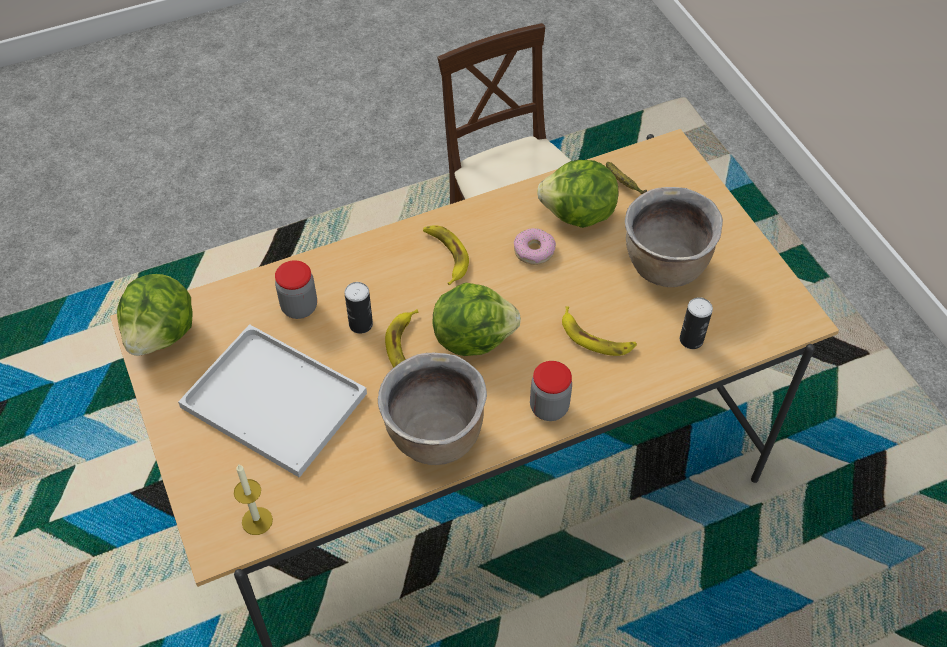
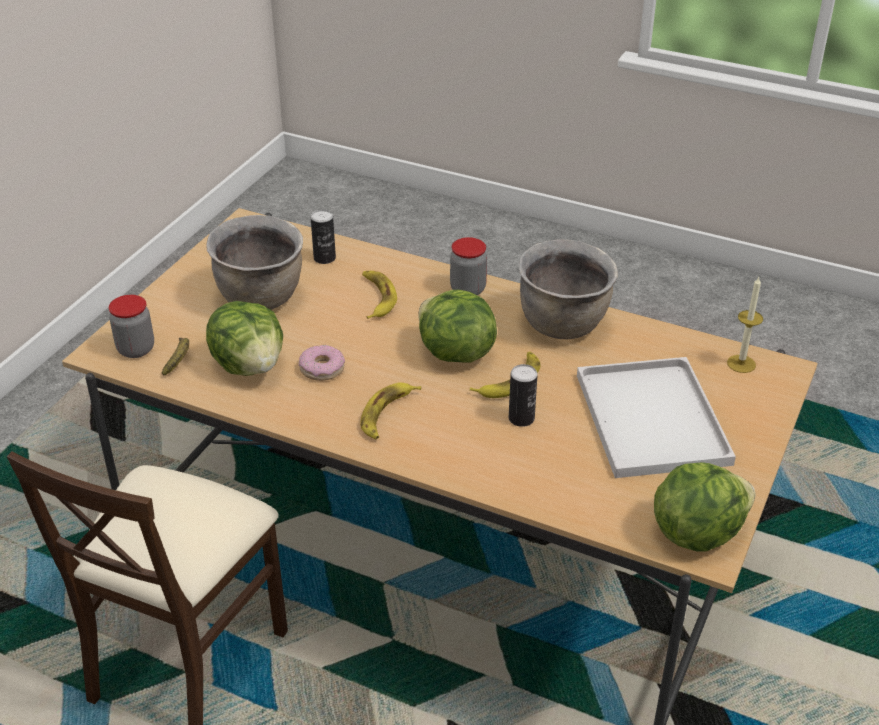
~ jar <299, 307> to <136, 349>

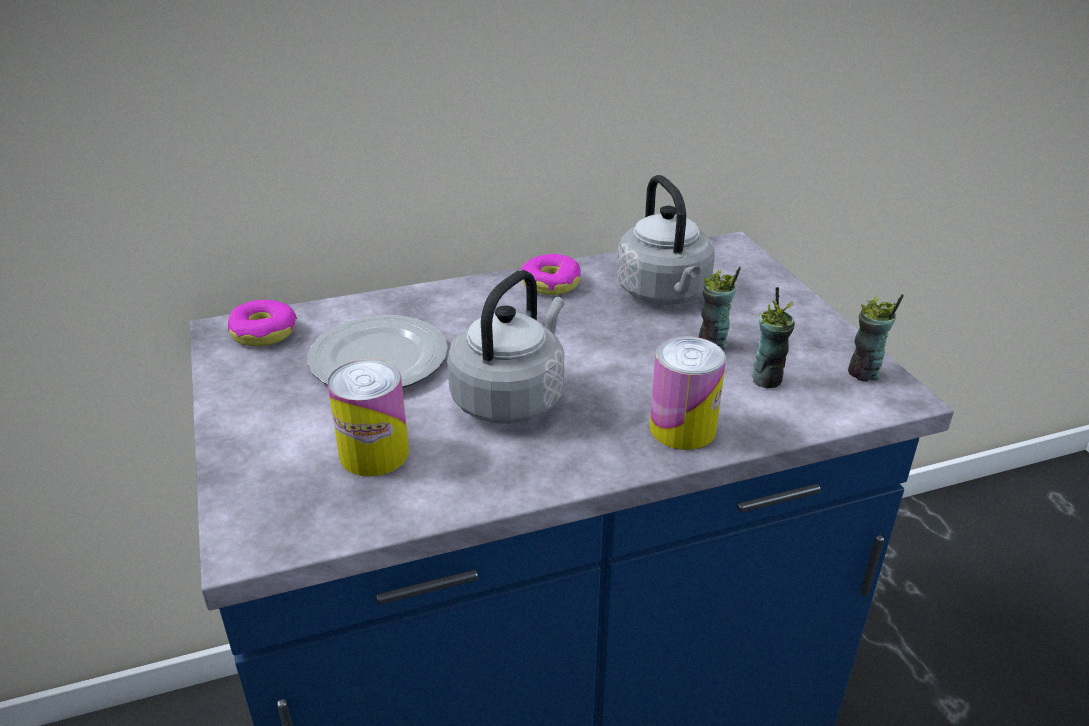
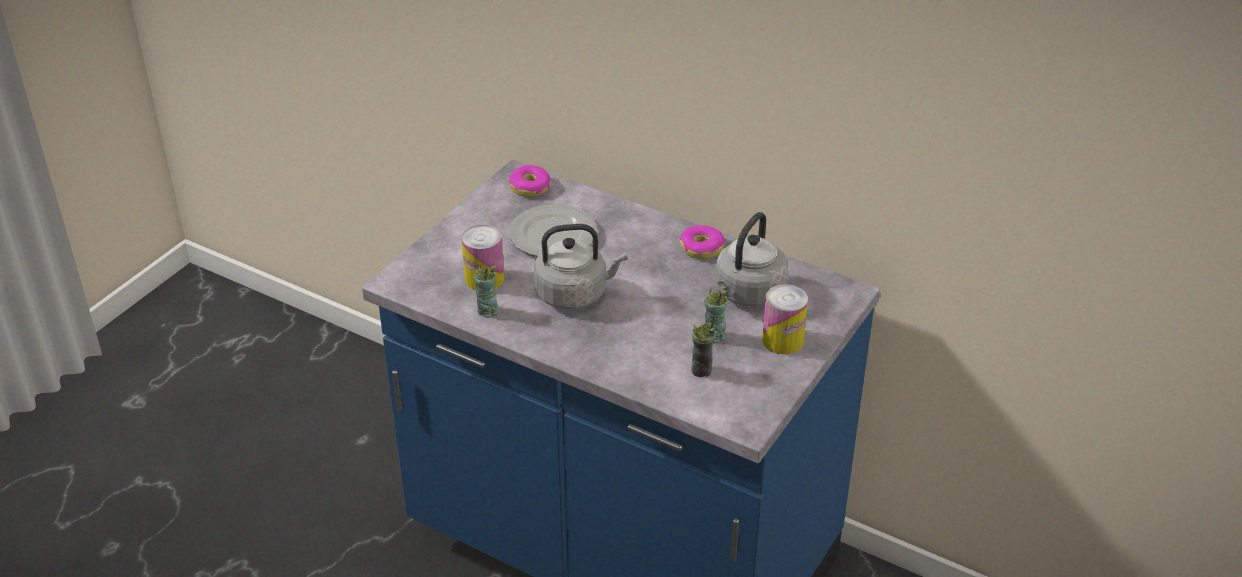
~ sealed can <682, 428> to <782, 340>
~ cup <863, 373> to <487, 311>

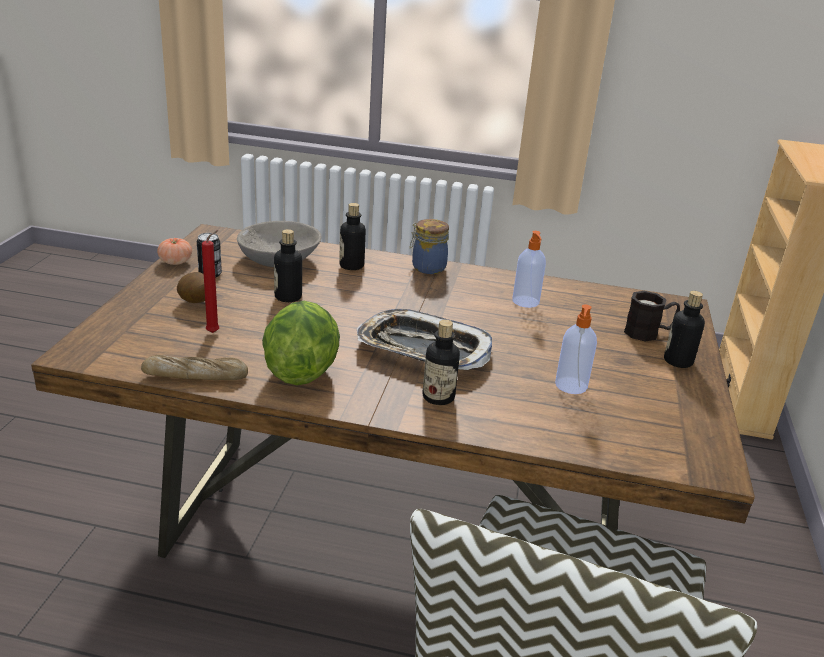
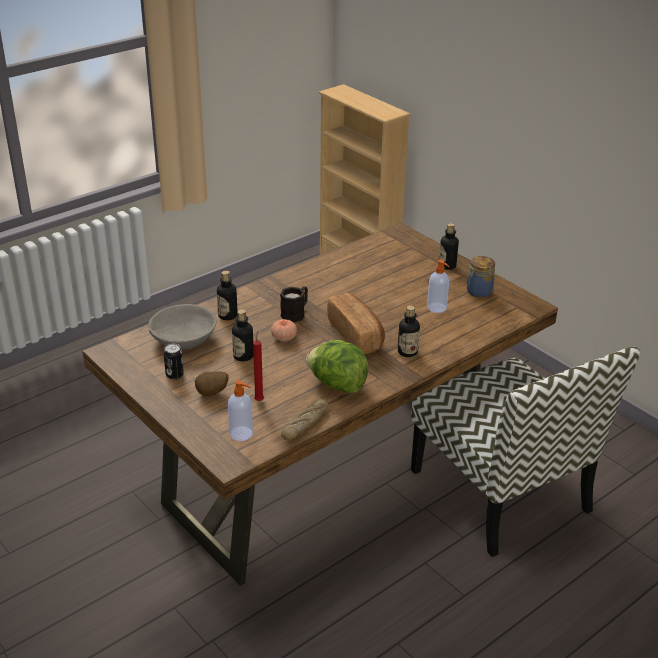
~ tomato <175, 262> to <284, 338>
~ serving tray <423, 349> to bread <356, 335>
~ jar <427, 267> to <478, 292>
~ liquid soap bottle <526, 302> to <242, 434>
~ mug in black <648, 333> to <295, 313>

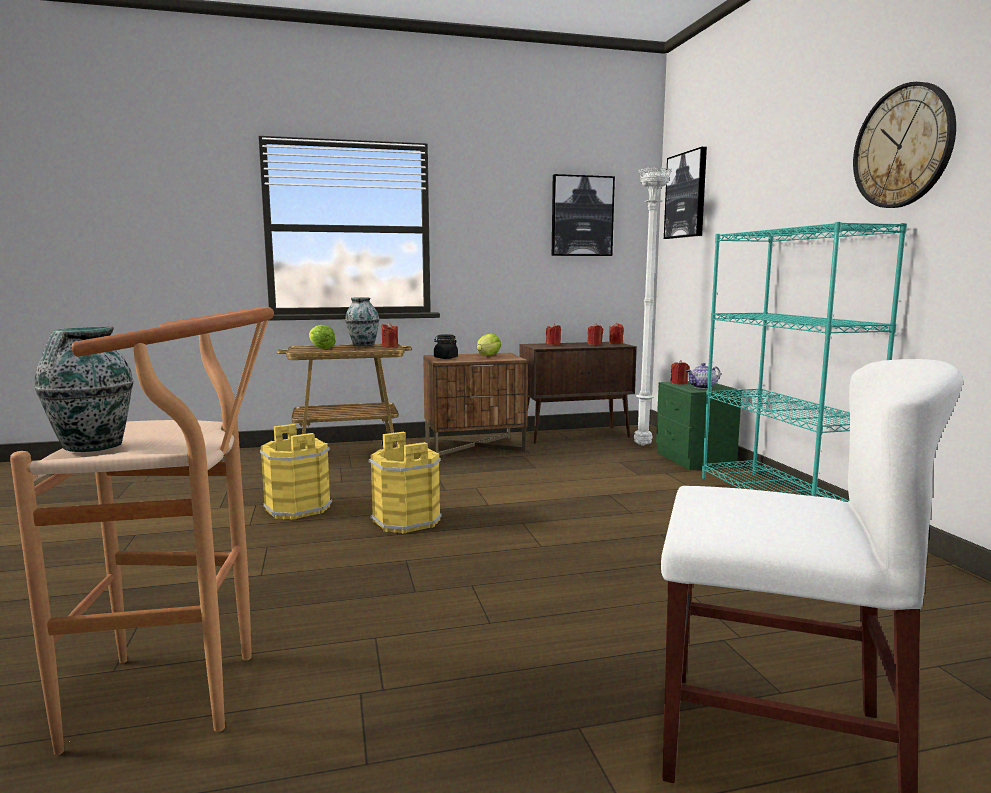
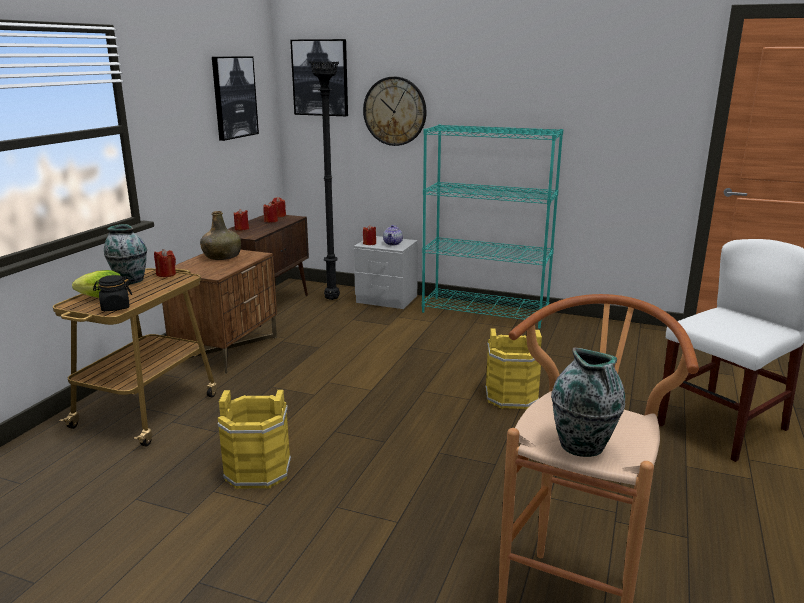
~ pail in yellow <406, 520> to <511, 397>
~ jar in black <445, 358> to <115, 307>
~ lettuce head <488, 356> to bottle in greenish <222, 257>
~ standing lamp in white <644, 445> to standing lamp in black <333, 299>
~ bedside table in greenish <695, 459> to bedside table in grey <386, 299>
~ hanging clock <903, 146> to <395, 111>

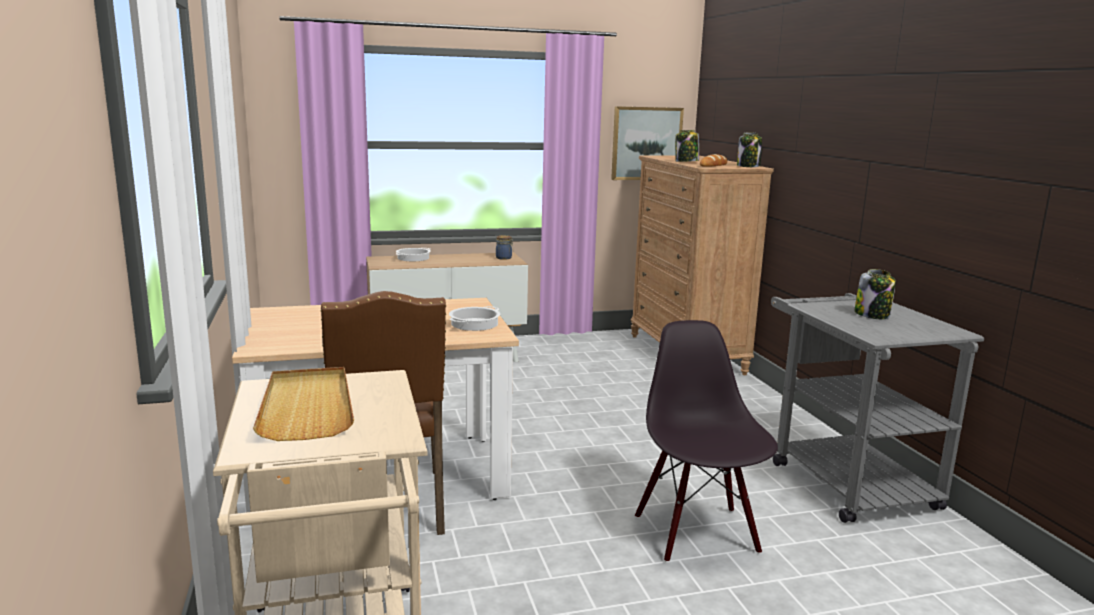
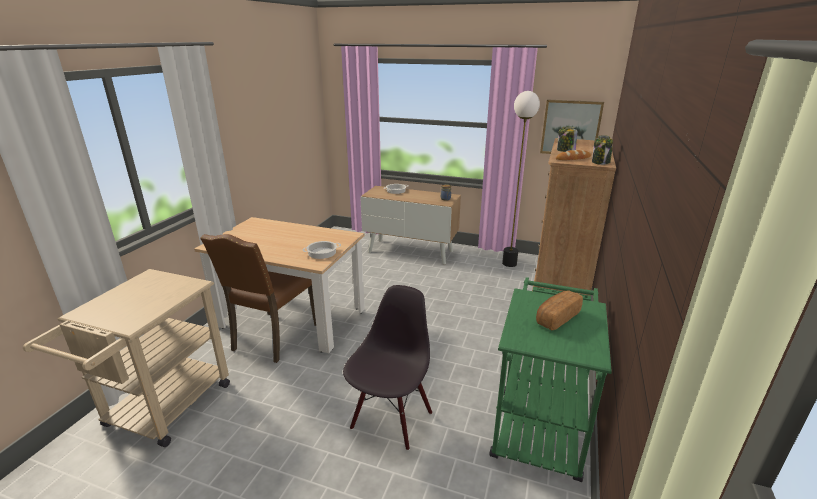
- serving tray in beige-coloured <307, 407>
~ wheeled cart in grey <844, 479> to wheeled cart in greenish <539, 423>
~ jar <872, 315> to bread <556, 318>
+ standing lamp <509, 263>

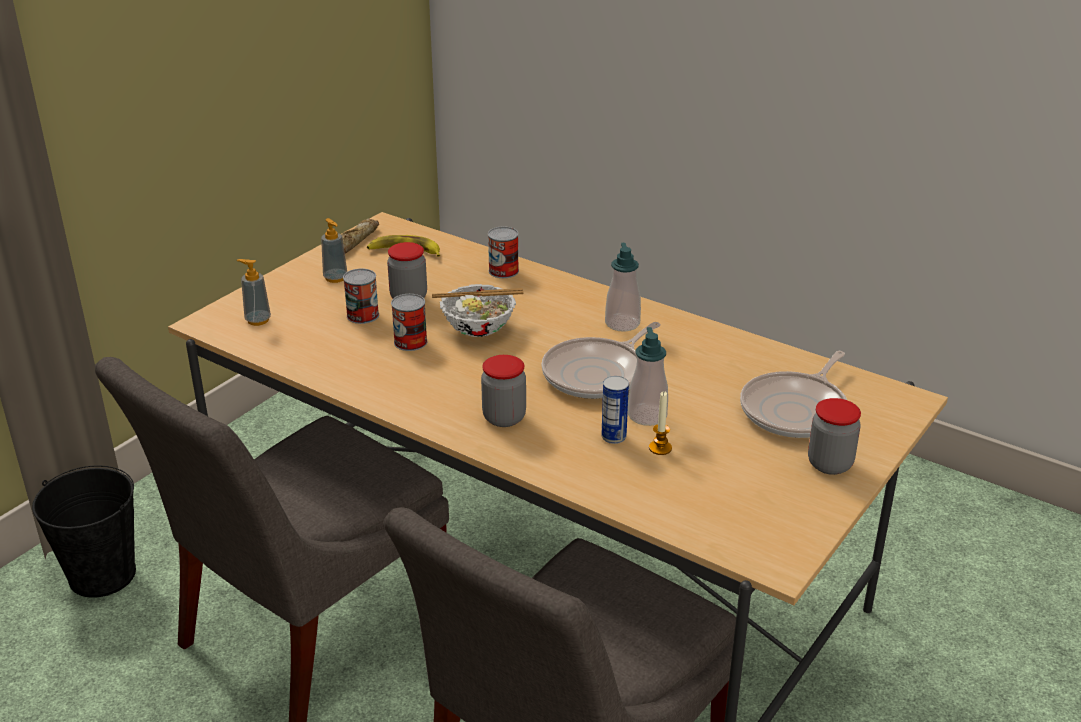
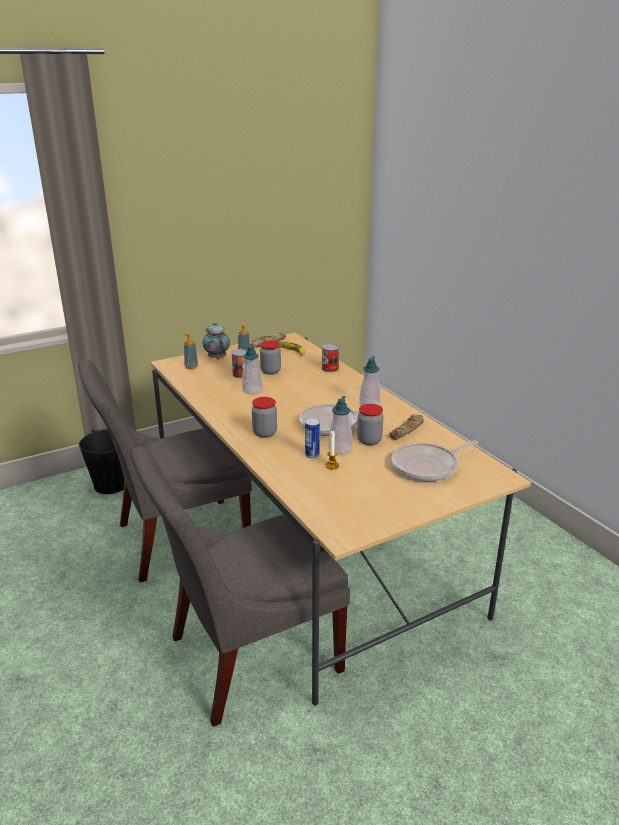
~ sealed can <410, 342> to liquid soap bottle <252, 390>
- deep dish <478, 328>
~ jar <830, 464> to <369, 440>
+ pot for tea <216, 357>
+ bread <407, 430>

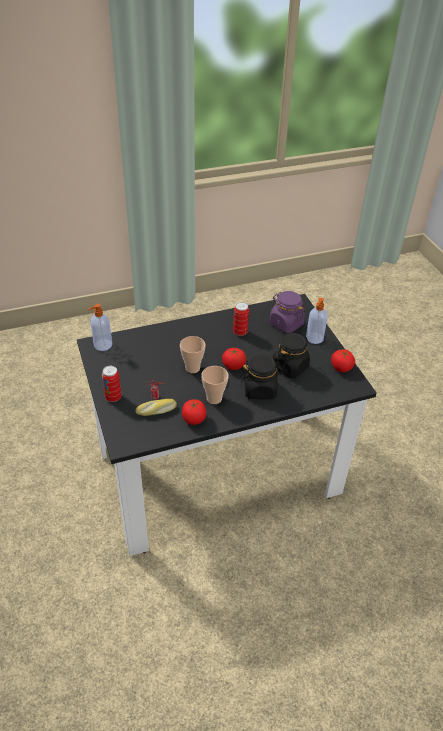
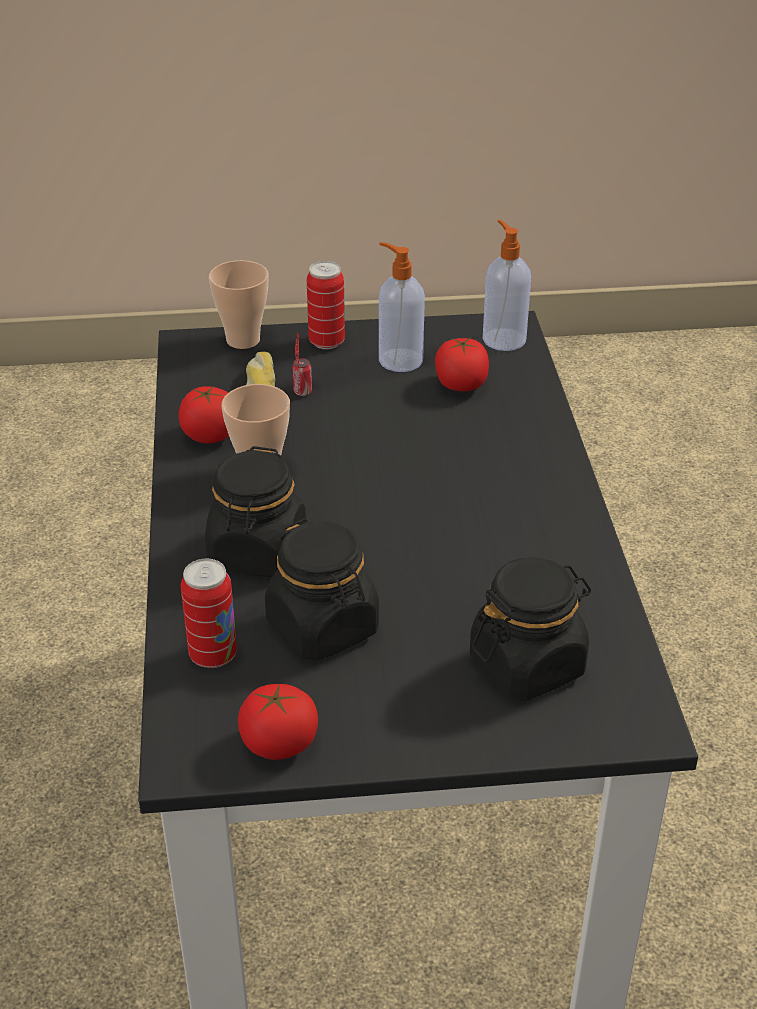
~ cup <192, 368> to <243, 340>
~ tomato <233, 366> to <461, 385>
~ sealed can <240, 332> to <213, 655>
~ jar in purplish <286, 323> to jar in black <527, 665>
~ liquid soap bottle <314, 338> to <399, 360>

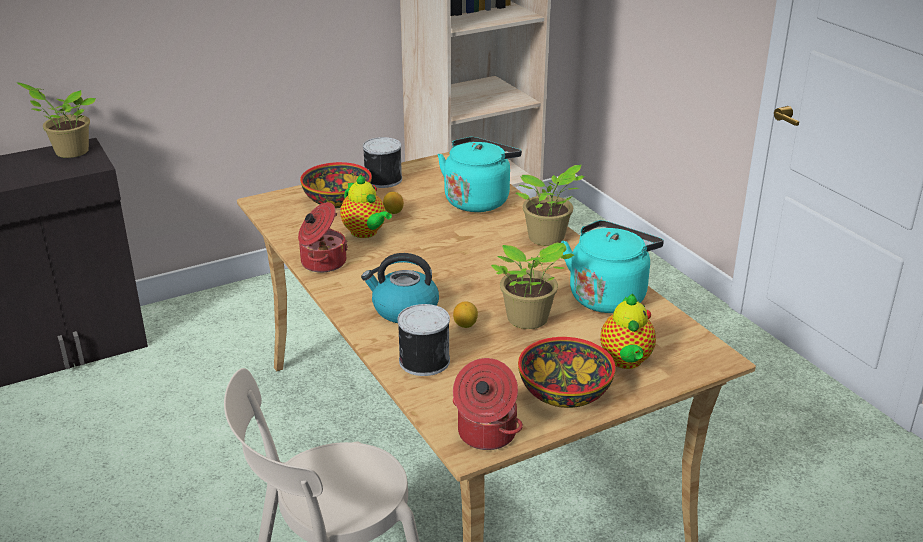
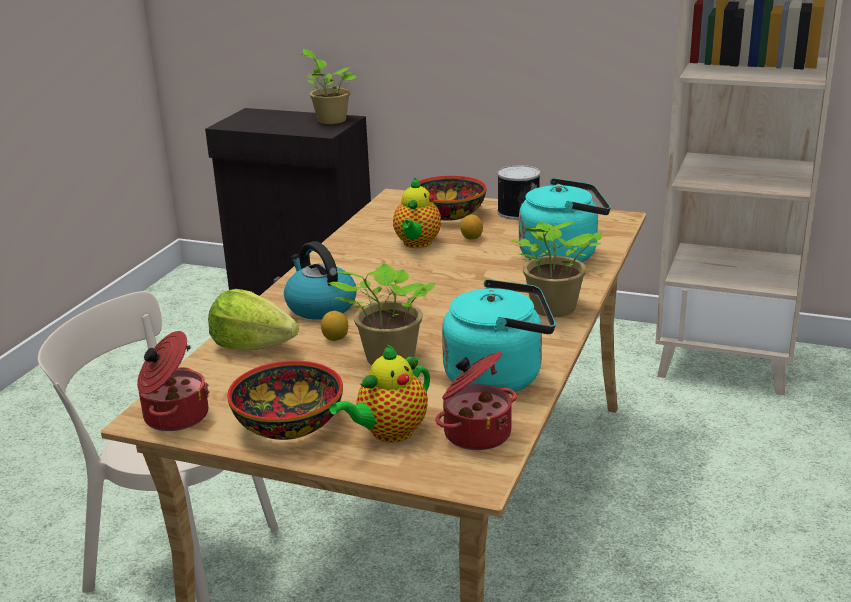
~ stockpot <322, 262> to <476, 433>
~ sealed can <423, 360> to lettuce head <252, 345>

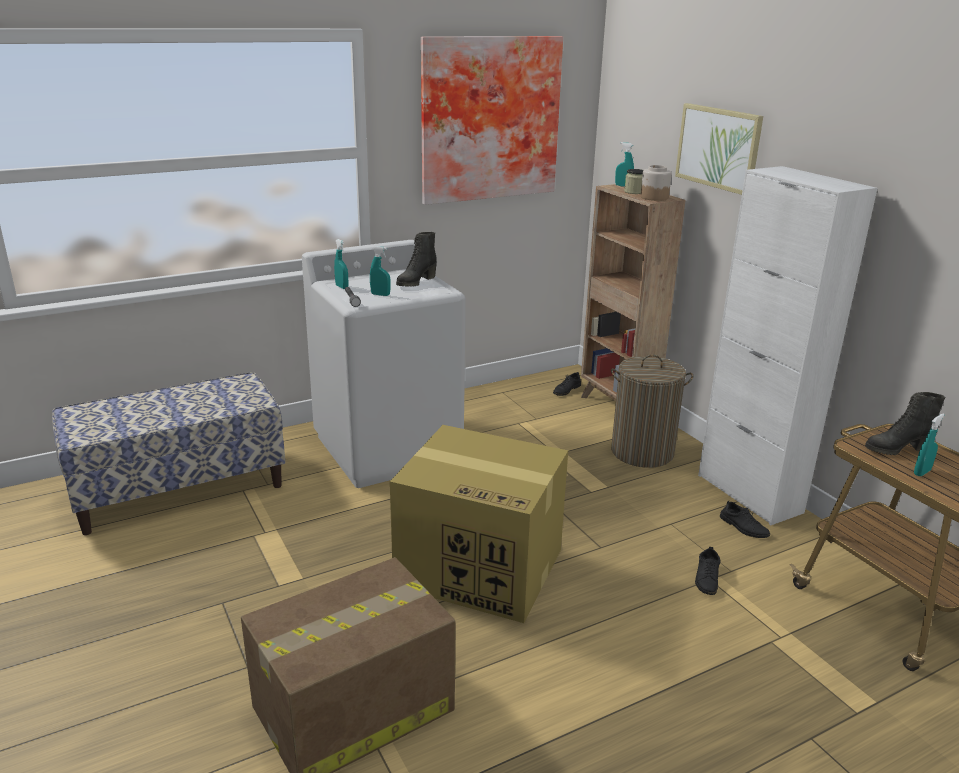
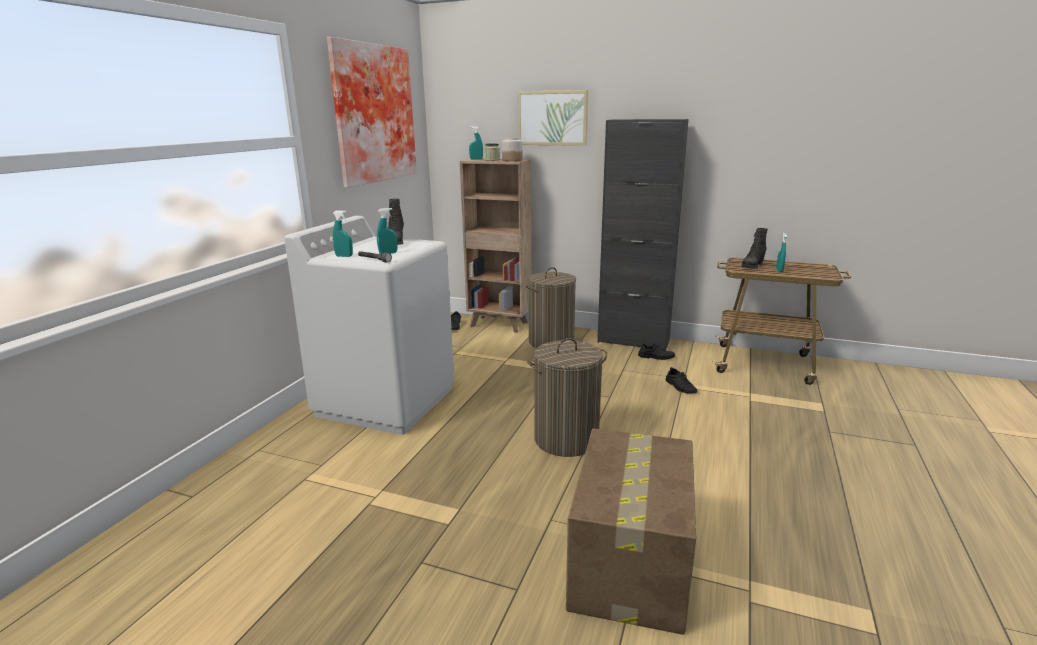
- long seat <180, 489>
~ packing box <482, 568> to washing basket <566, 439>
~ cupboard in white <749, 493> to cupboard in black <633, 341>

